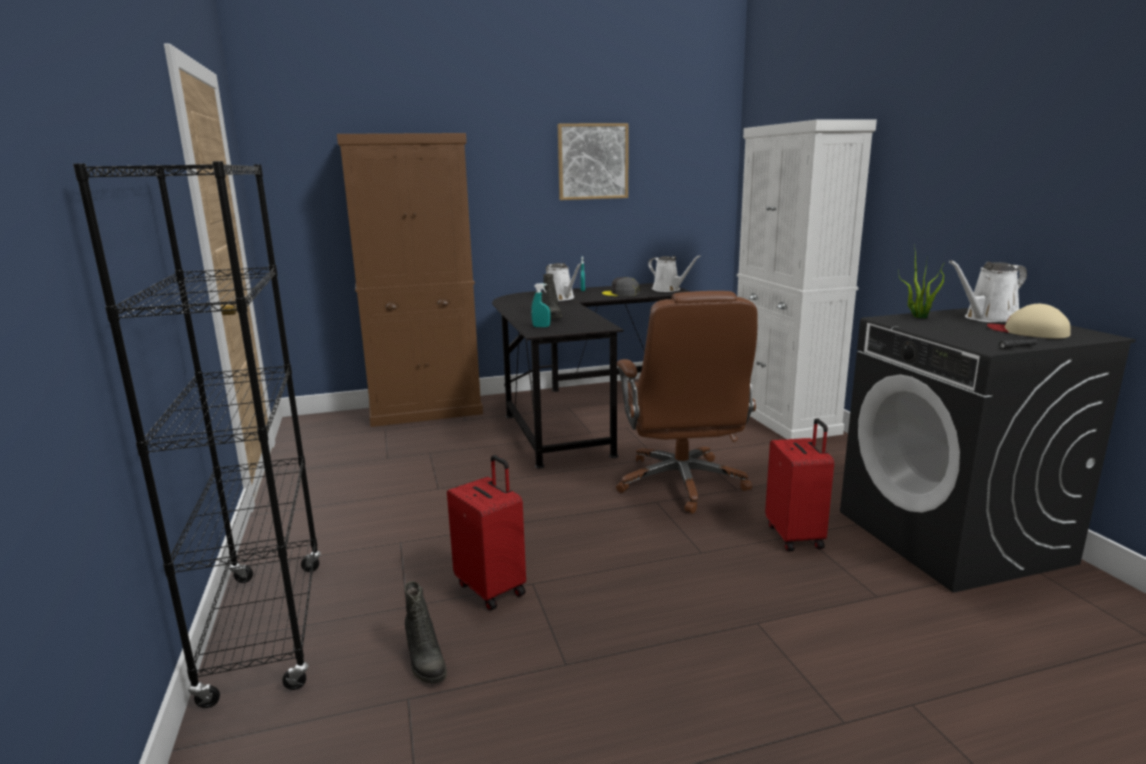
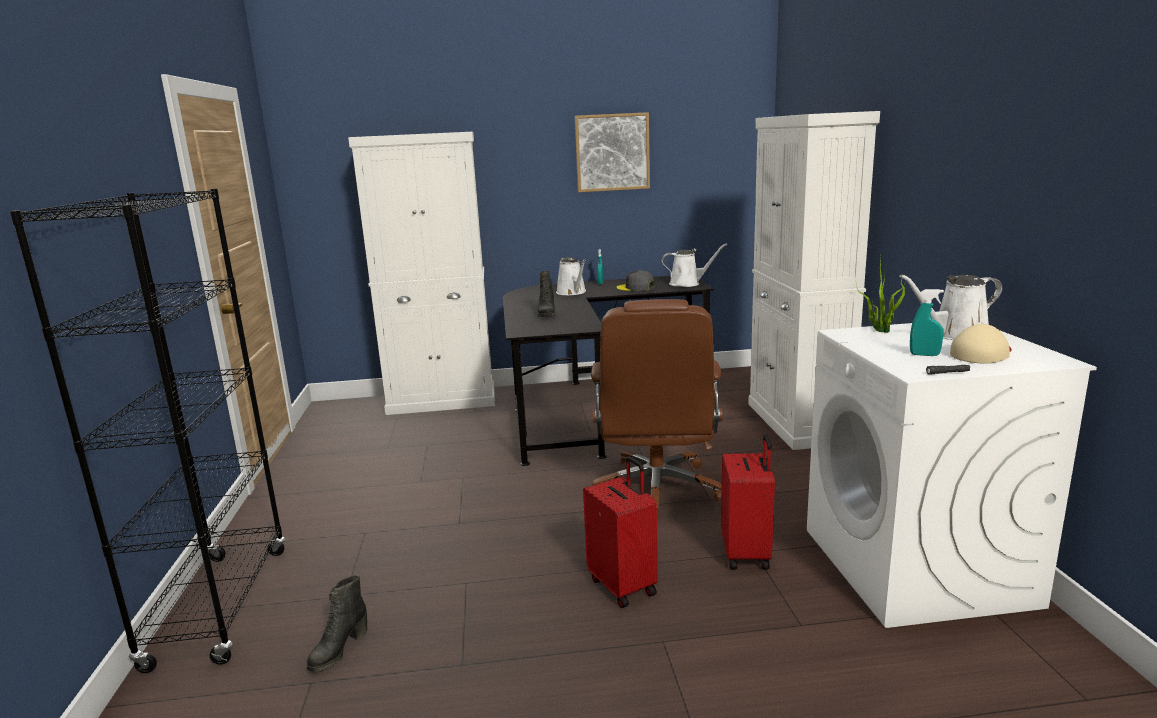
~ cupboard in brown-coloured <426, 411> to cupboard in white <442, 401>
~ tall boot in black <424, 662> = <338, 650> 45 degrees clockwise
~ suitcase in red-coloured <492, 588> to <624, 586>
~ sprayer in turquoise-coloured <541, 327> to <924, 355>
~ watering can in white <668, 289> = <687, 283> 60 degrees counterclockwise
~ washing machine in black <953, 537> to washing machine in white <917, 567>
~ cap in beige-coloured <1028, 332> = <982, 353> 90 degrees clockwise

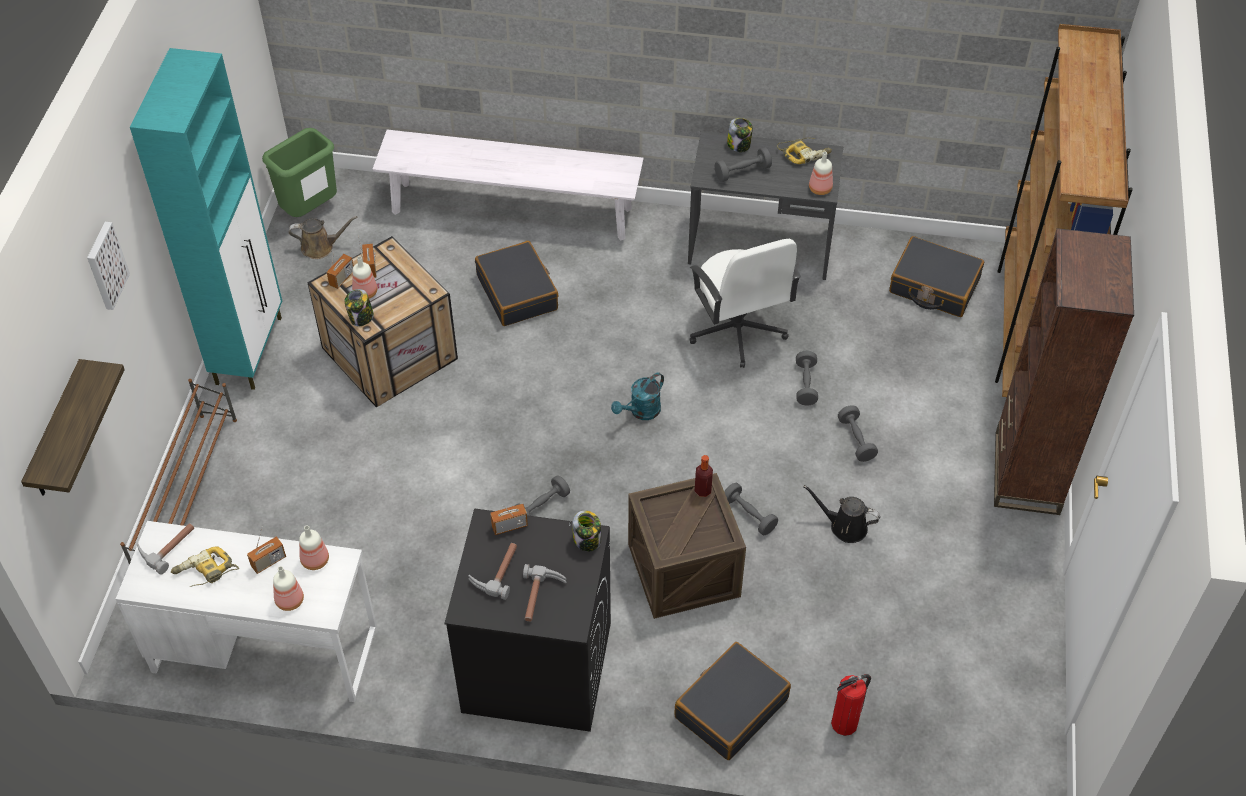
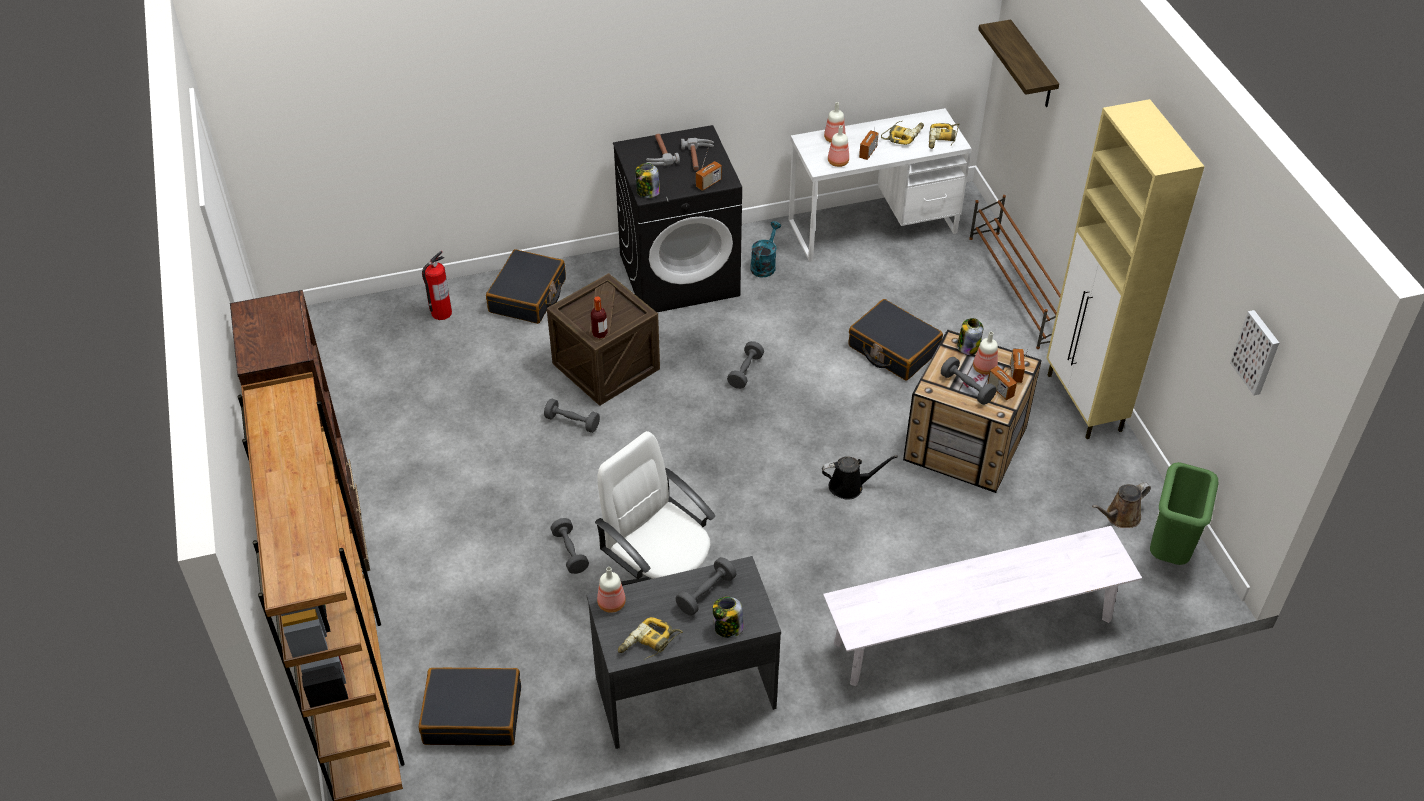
~ picture <105, 265> to <1257, 352>
~ cupboard in turquoise-coloured <249, 349> to cupboard in beige-coloured <1084, 403>
~ tool hammer <167, 546> to electric drill <942, 140>
~ suitcase in black <517, 292> to <893, 349>
~ watering can in turquoise-coloured <641, 412> to <764, 265>
~ watering can in black <844, 526> to <849, 486>
~ dumbbell in grey <856, 439> to <967, 388>

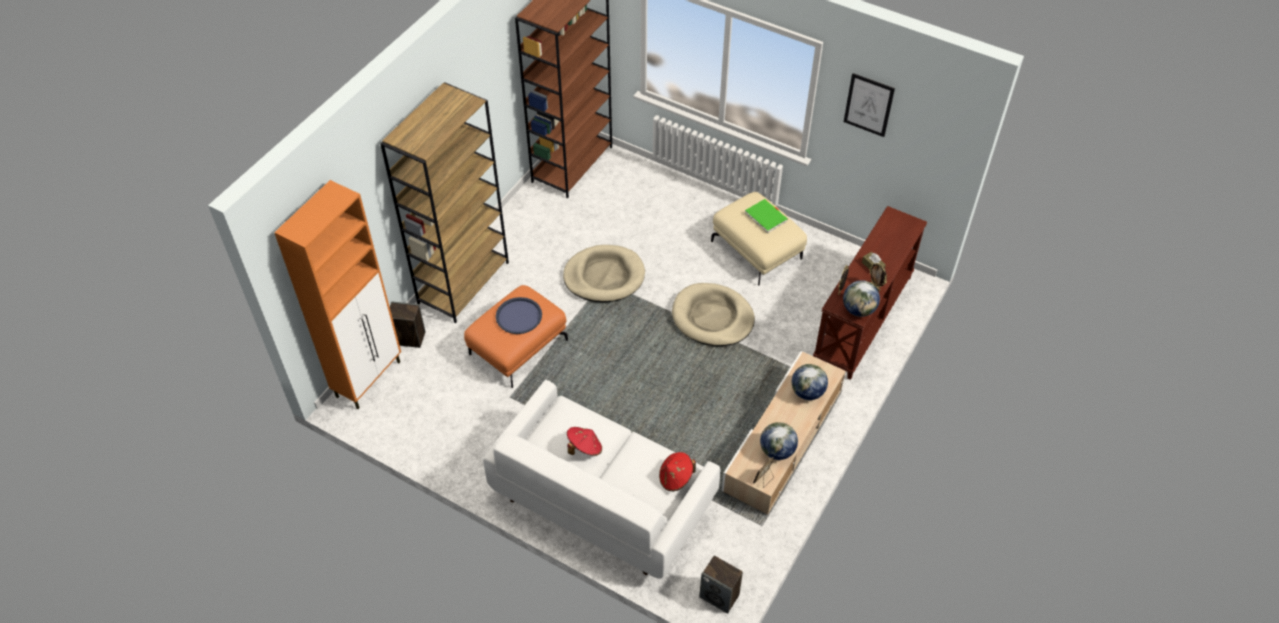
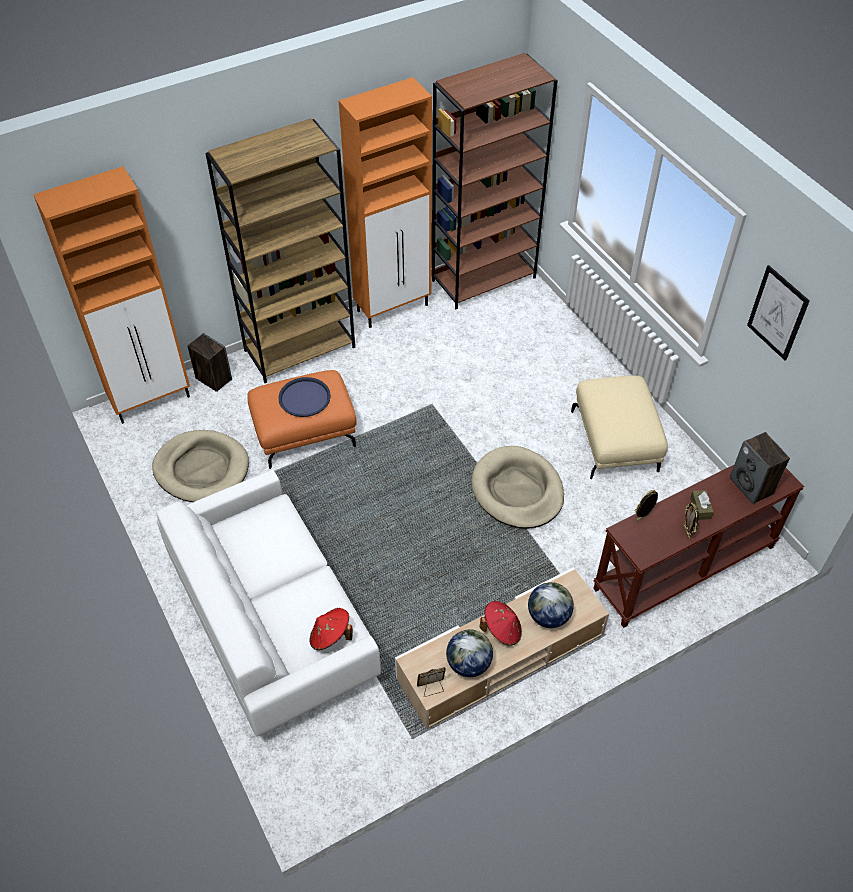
~ dog bed in beige-coloured <604, 276> to <202, 469>
~ hat in red-coloured <584, 448> to <501, 630>
~ loudspeaker <719, 596> to <752, 486>
- bound book in greenish <766, 217>
- world globe <859, 310>
+ cupboard in orange-coloured <393, 308>

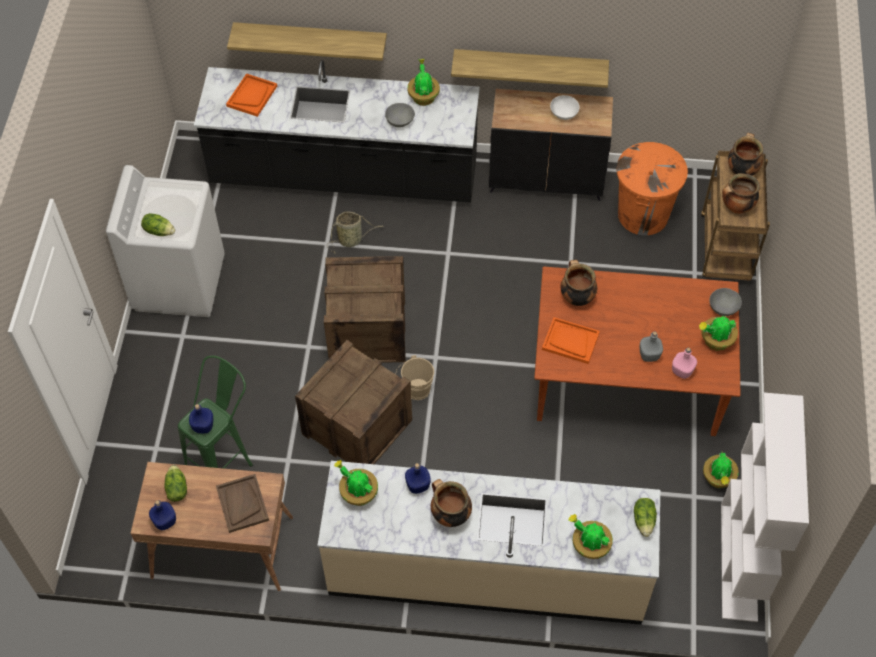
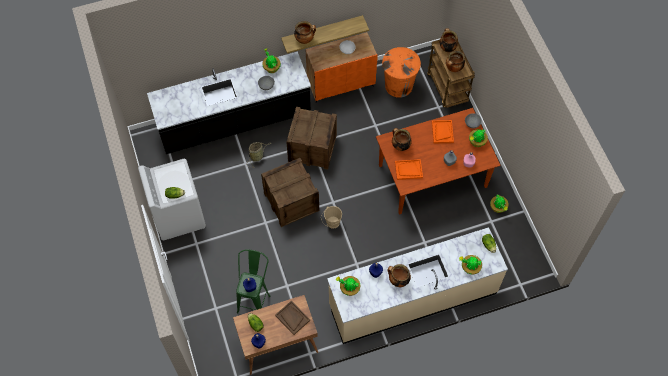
~ serving tray in orange-coloured <252, 96> to <442, 132>
- bracket shelf <310, 38>
~ shipping crate <357, 427> to <312, 148>
~ cupboard in black <547, 179> to cupboard in orange-coloured <341, 84>
- shelving unit in white <739, 562>
+ stockpot <305, 39>

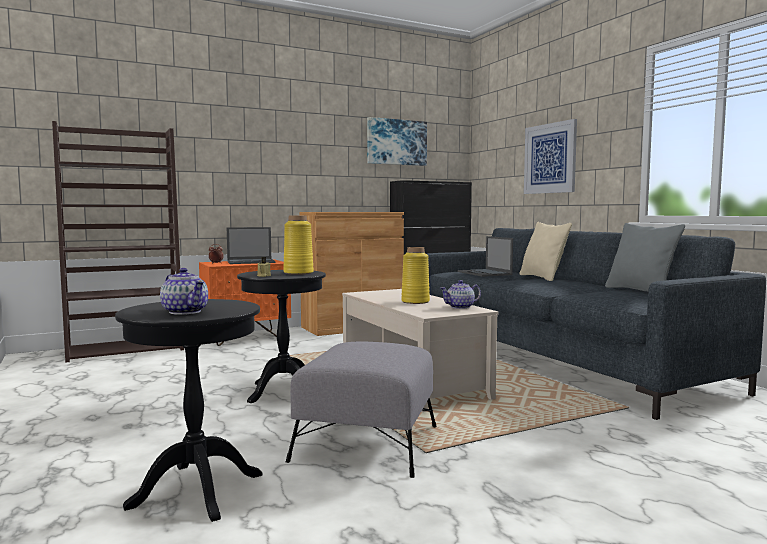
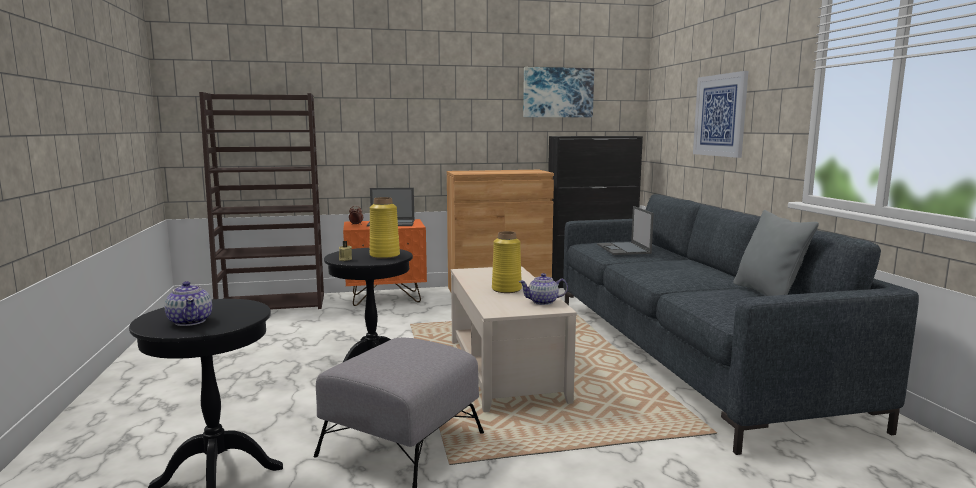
- throw pillow in beige-coloured <542, 278>

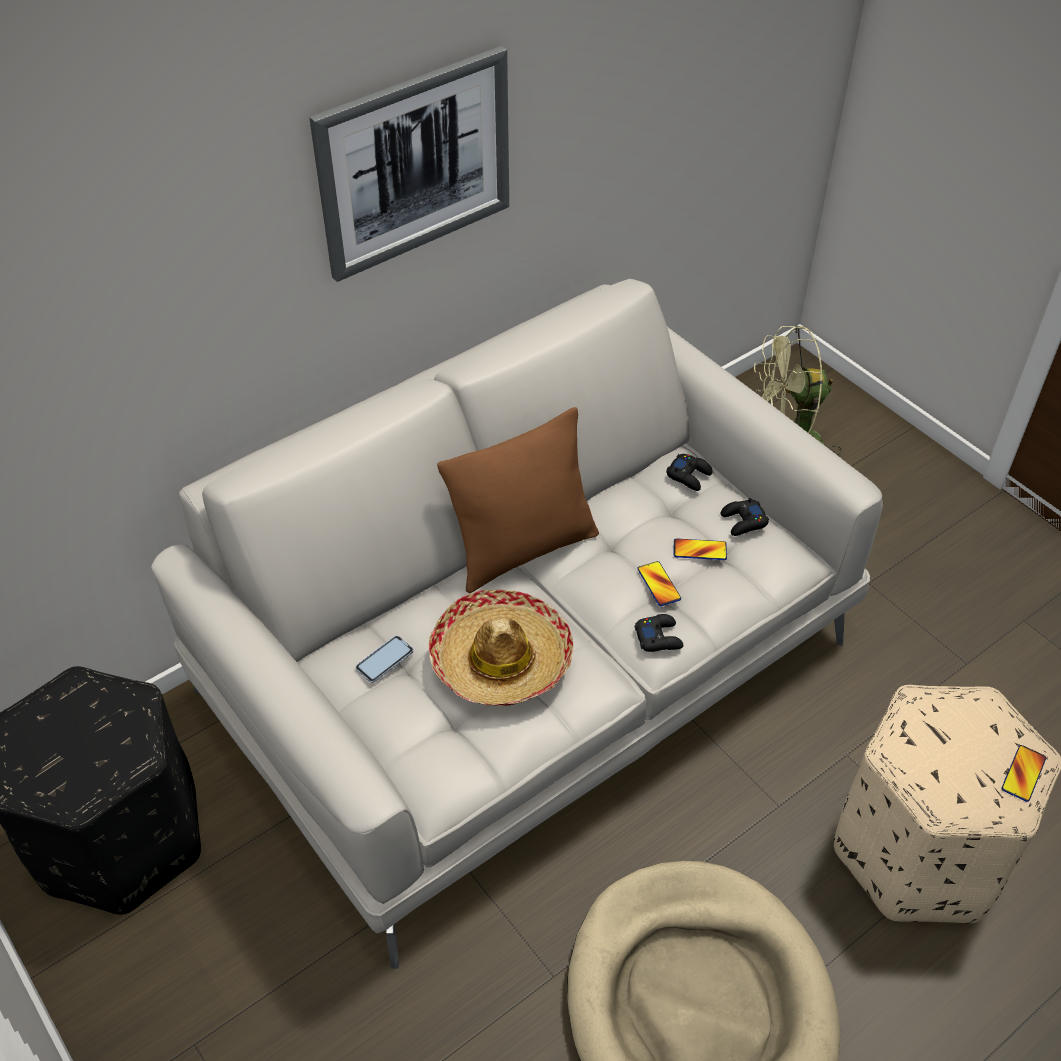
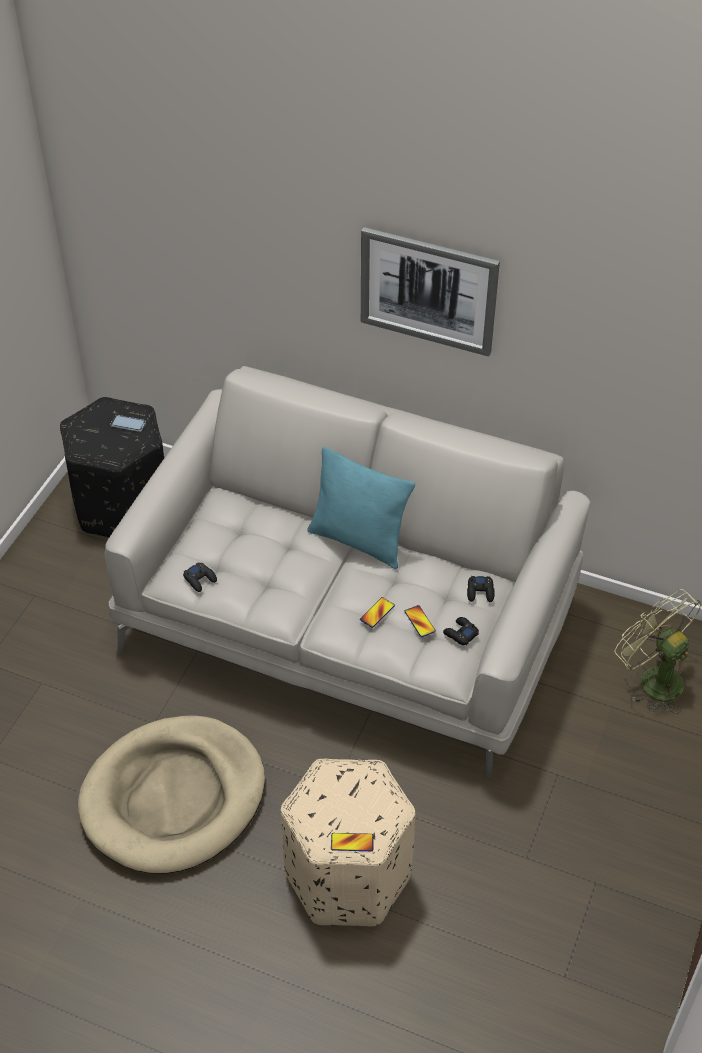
~ handset <384, 660> to <128, 424>
- hat <501, 659>
~ throw pillow in brown-coloured <523, 550> to throw pillow in turquoise-coloured <358, 541>
~ game controller in black <659, 637> to <200, 579>

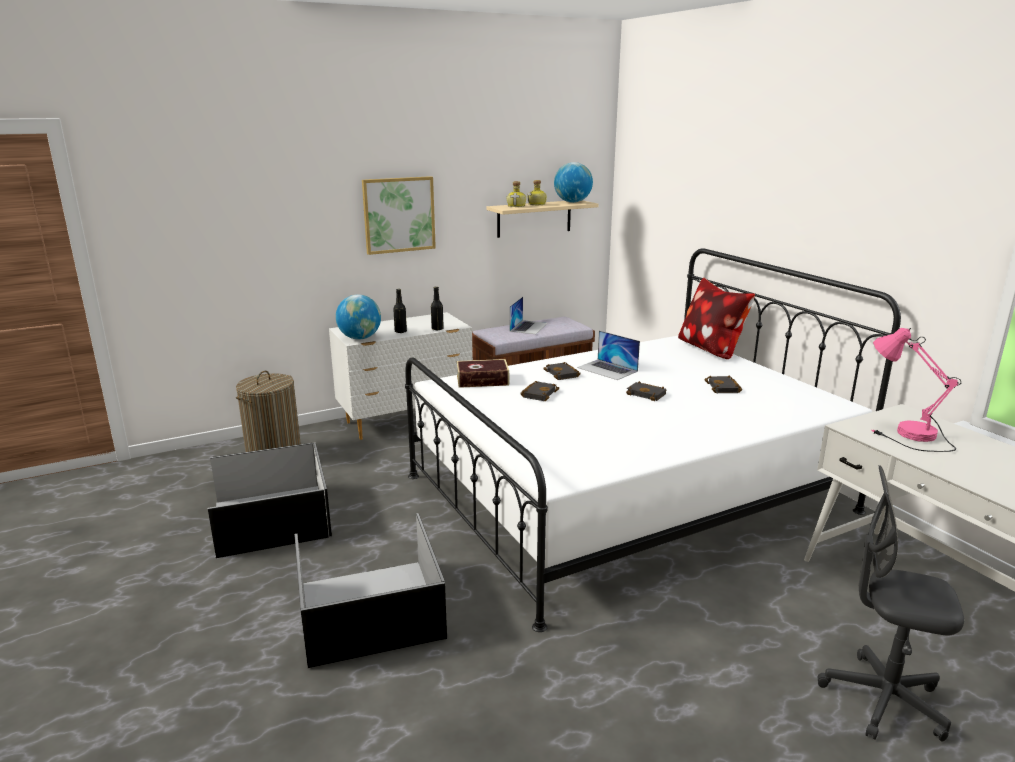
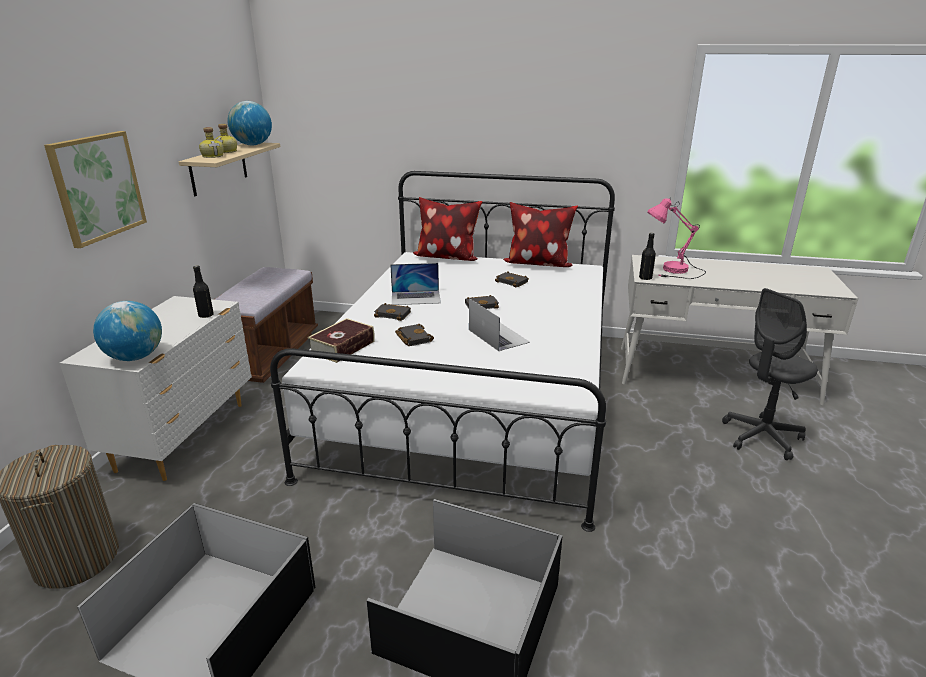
~ bottle in black <400, 331> to <645, 278>
~ notebook computer <528, 327> to <498, 336>
+ throw pillow <538, 264>

